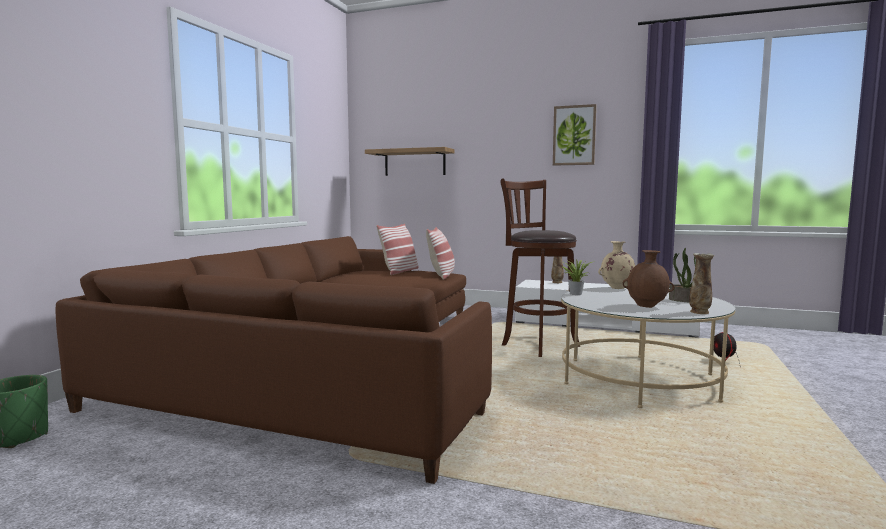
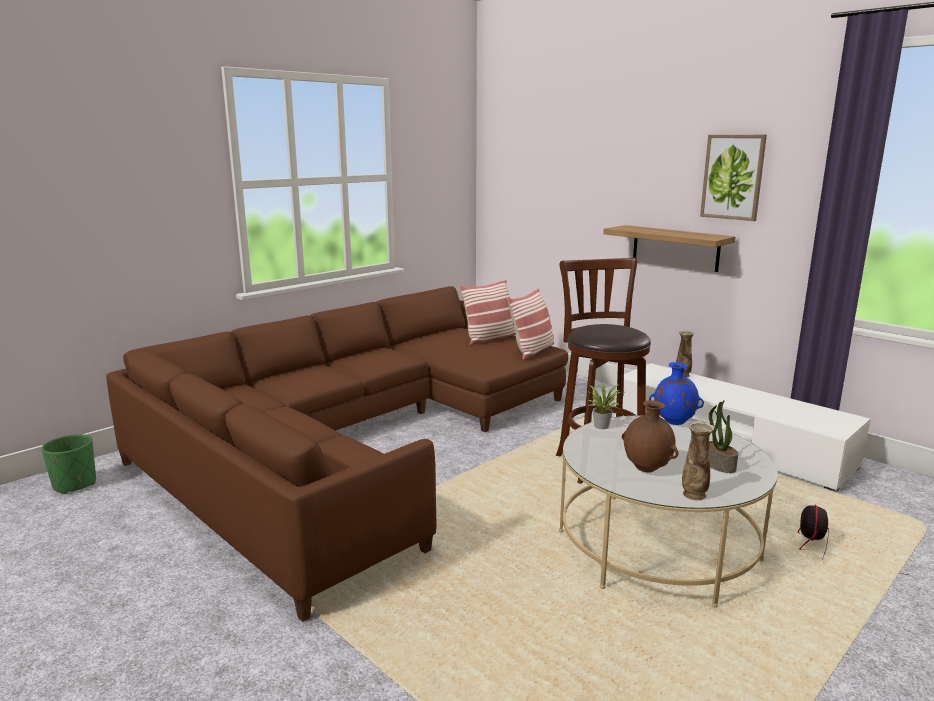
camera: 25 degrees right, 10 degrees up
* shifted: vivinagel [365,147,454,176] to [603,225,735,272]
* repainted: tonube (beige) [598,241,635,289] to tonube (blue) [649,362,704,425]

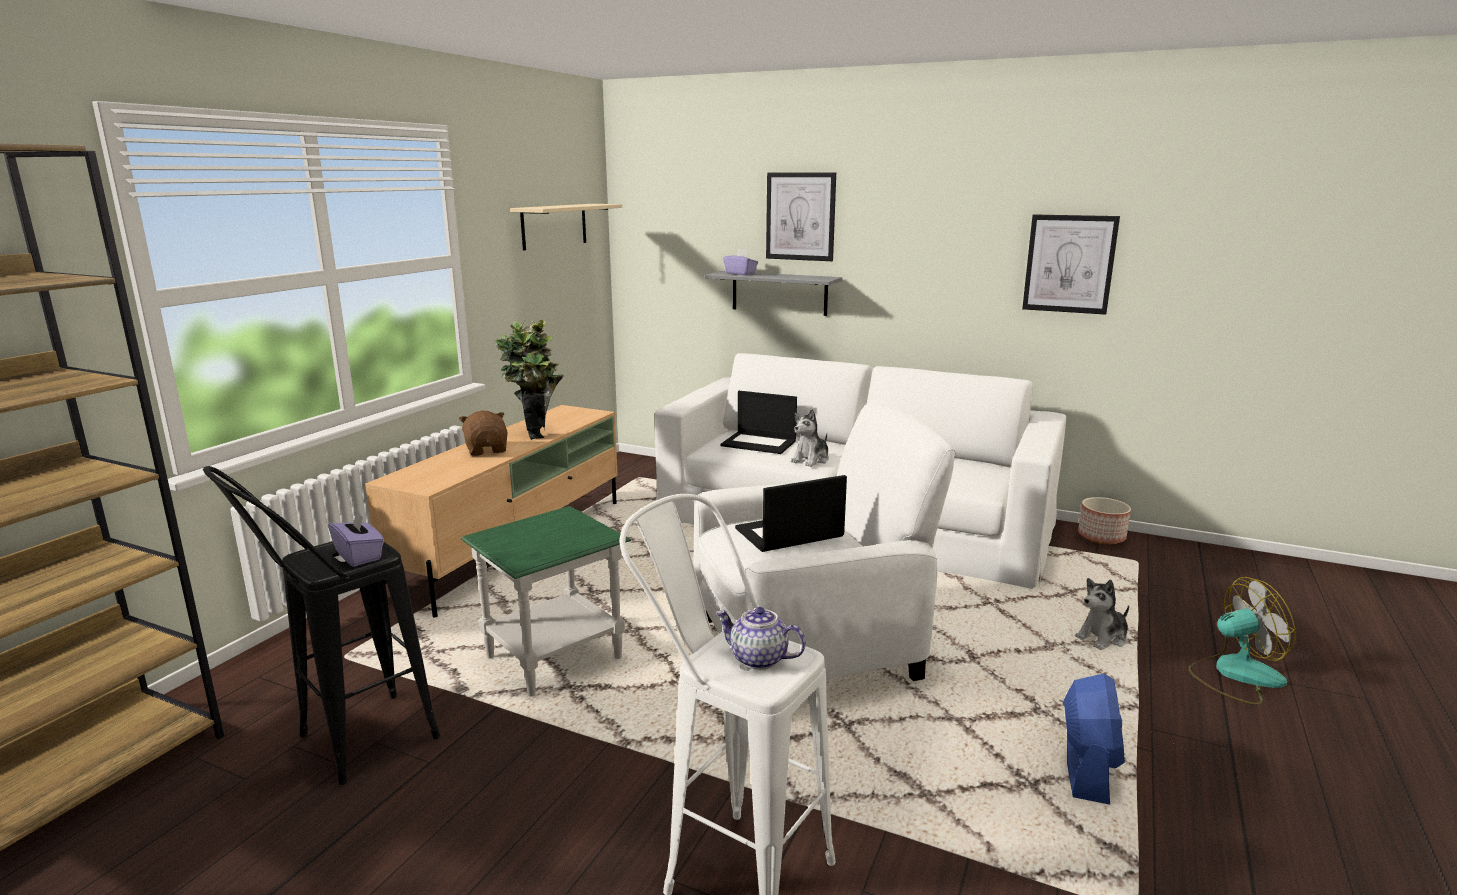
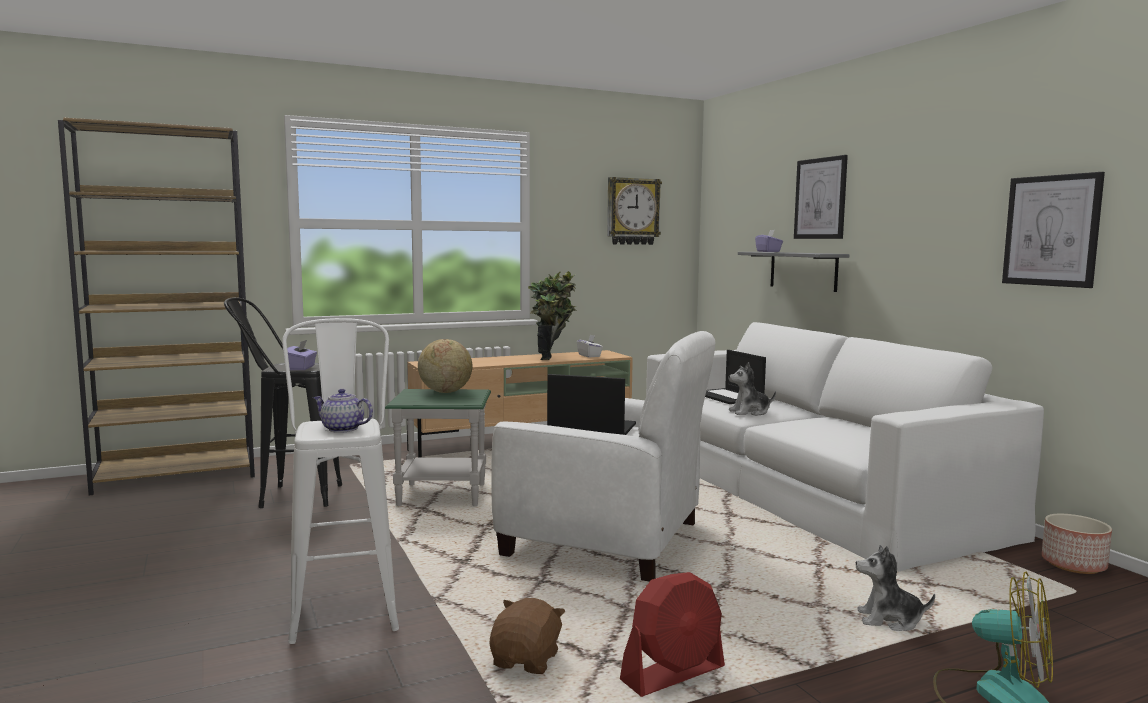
camera: 40 degrees right, 10 degrees down
* rotated: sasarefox [715,607,806,670] = [313,389,373,433] 45 degrees counterclockwise
* new: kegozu [418,339,472,393]
* shifted: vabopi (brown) [459,411,508,456] to [489,598,565,674]
* new: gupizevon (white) [577,334,603,357]
* swapped: vivinagel (beige) [510,204,622,251] to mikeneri [607,177,662,245]
* repainted: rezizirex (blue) [1064,673,1125,805] to rezizirex (red) [620,572,725,697]

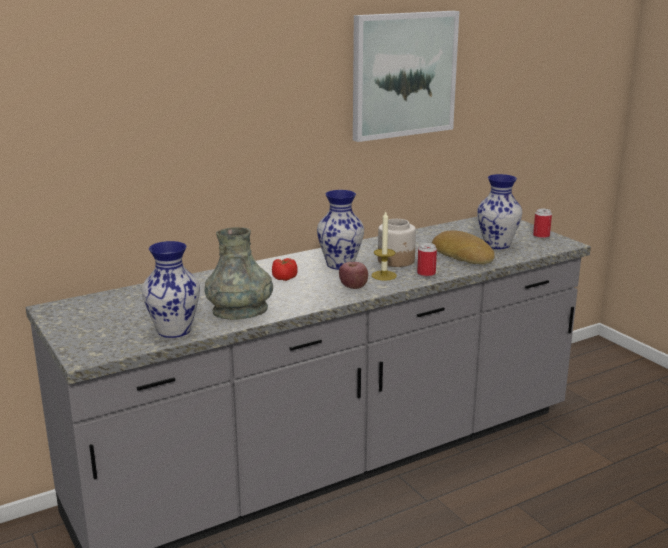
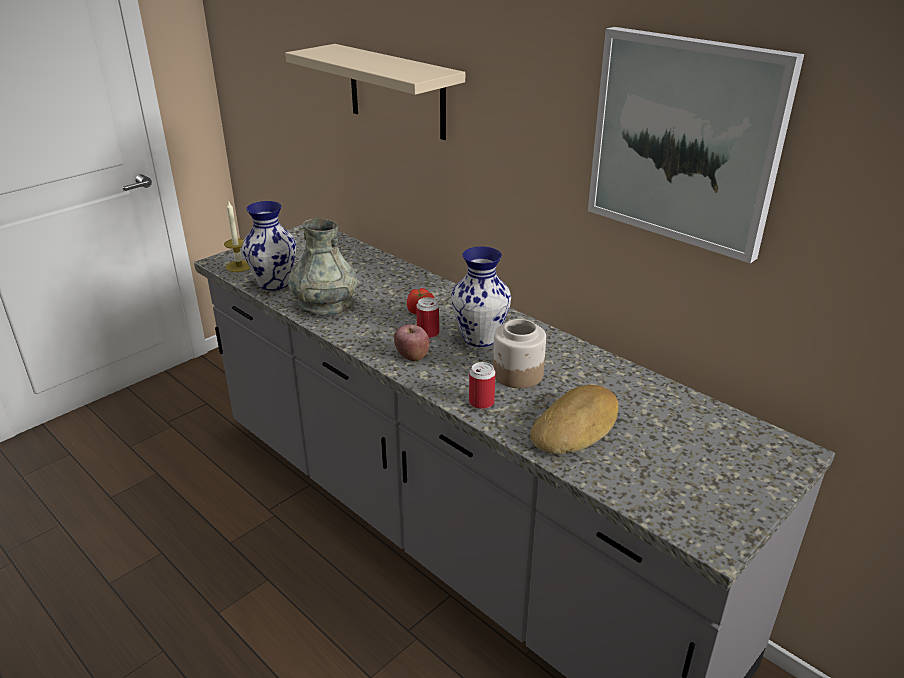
camera: 75 degrees right, 10 degrees up
* shifted: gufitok [372,210,397,281] to [224,200,250,272]
* new: vivinagel (beige) [285,44,465,140]
* shifted: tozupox [533,209,552,238] to [416,297,439,338]
* gone: tonube [477,174,522,249]

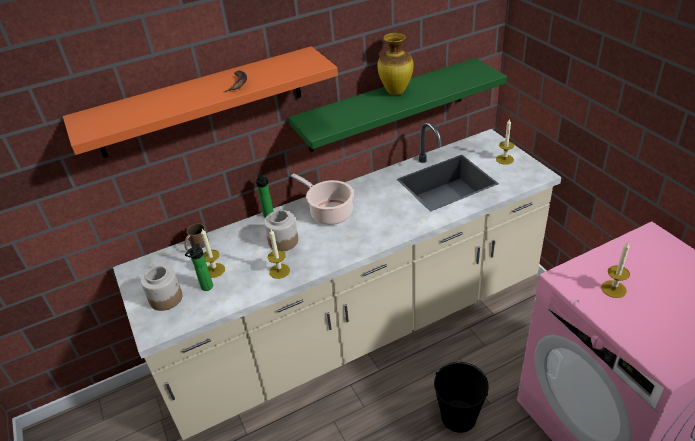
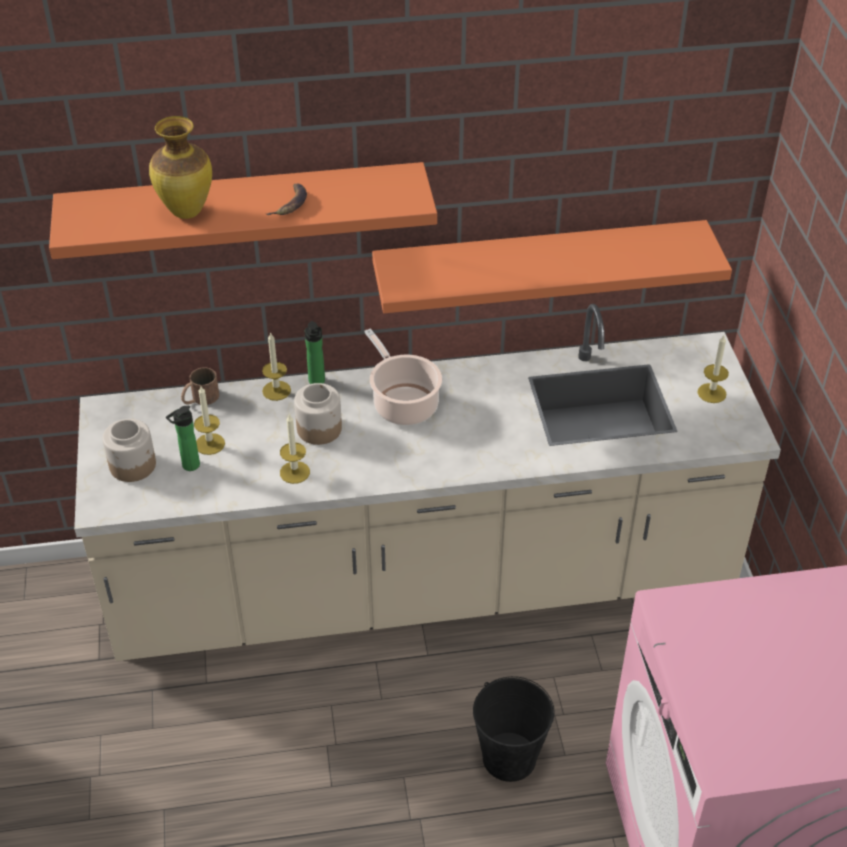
camera: 15 degrees right, 5 degrees up
* shifted: tonube [377,33,414,95] to [149,116,212,219]
* shifted: gufitok [601,242,630,298] to [262,332,291,401]
* repainted: vivinagel (green) [288,58,507,152] to vivinagel (orange) [372,220,732,313]

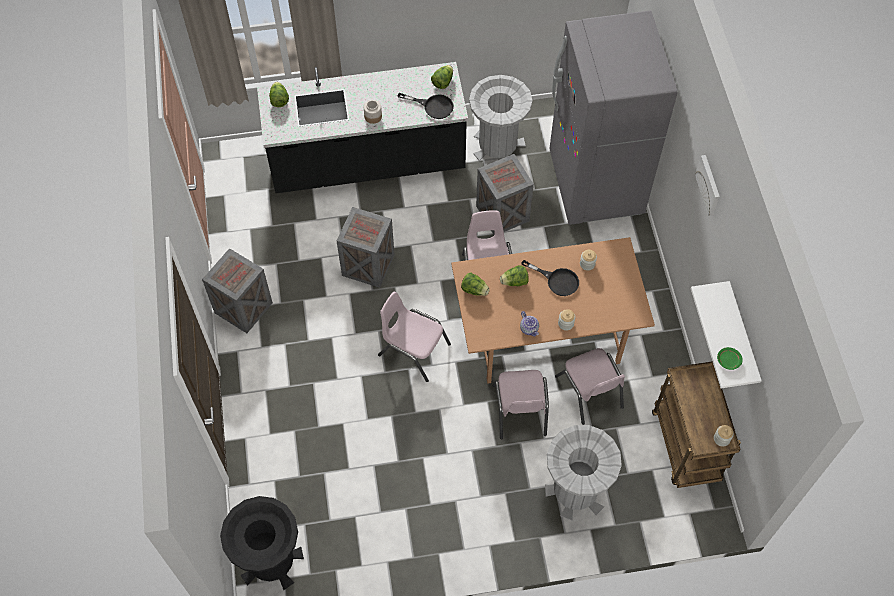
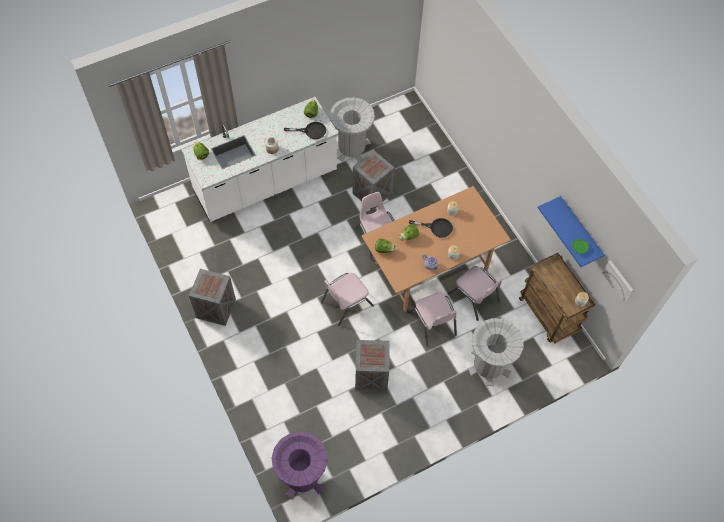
camera: 20 degrees left, 0 degrees up
* repainted: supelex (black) [257,62,468,193] to supelex (white) [181,97,338,222]
* repainted: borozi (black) [220,496,304,590] to borozi (purple) [271,431,327,499]
* rotated: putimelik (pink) [378,292,451,382] = [321,273,374,326] 45 degrees counterclockwise
* shifted: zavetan [337,207,395,288] to [355,340,390,391]
* repainted: vivinagel (white) [691,281,762,388] to vivinagel (blue) [538,196,604,267]
* shifted: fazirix [695,155,720,216] to [602,261,633,302]
* gone: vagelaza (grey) [549,10,677,225]

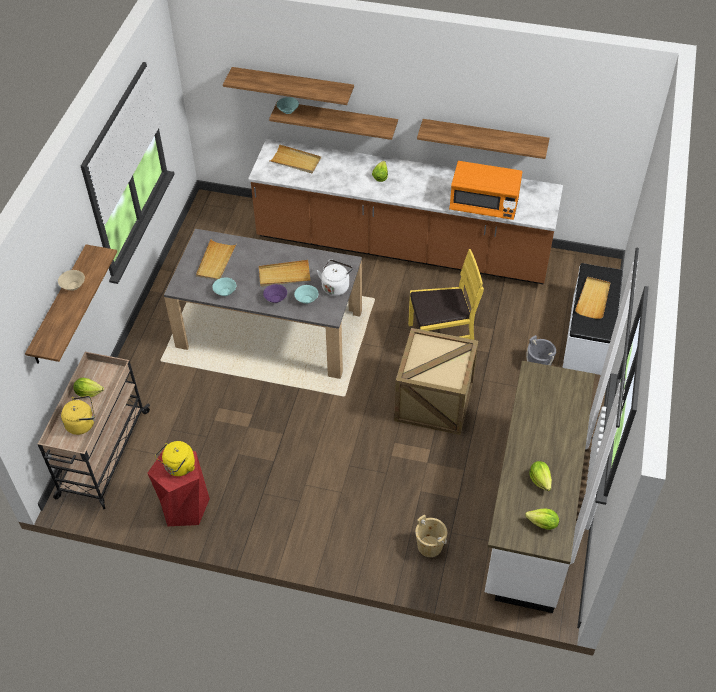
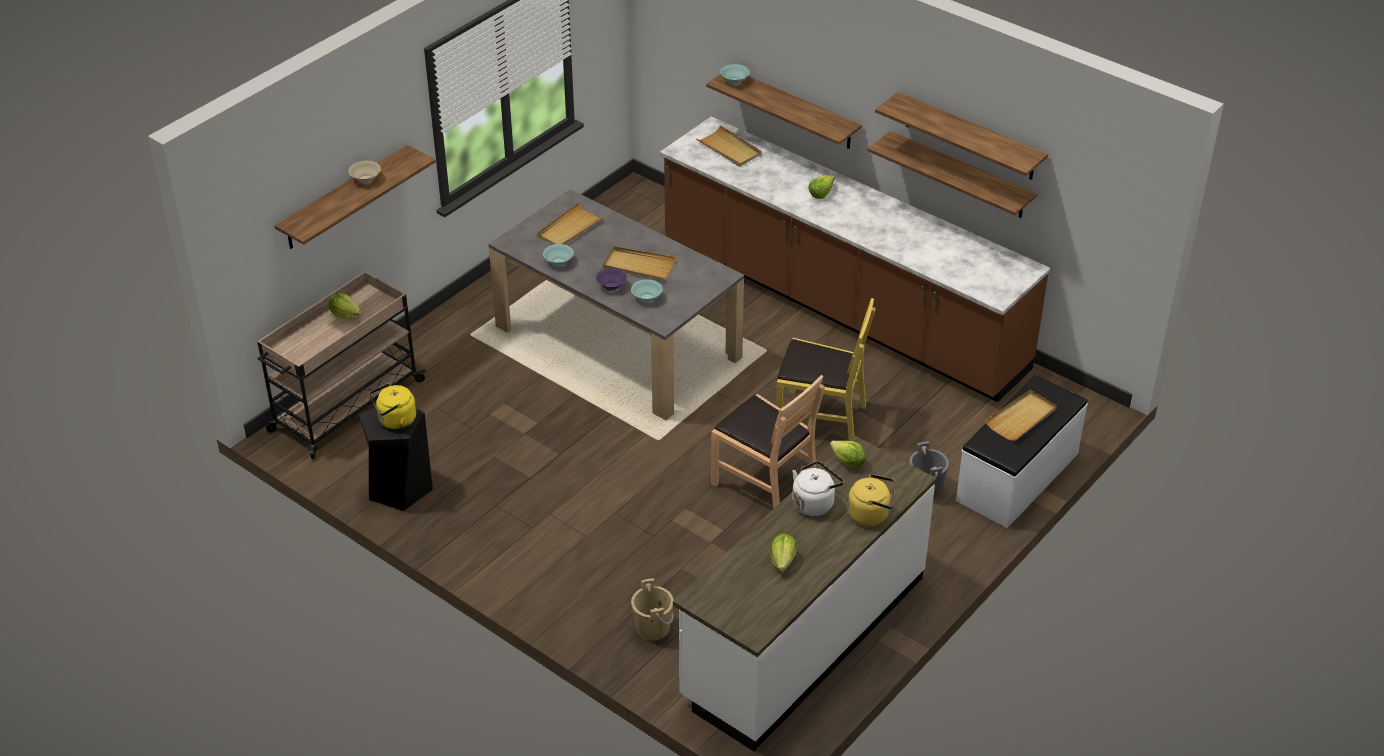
camera: 25 degrees right, 10 degrees down
* repainted: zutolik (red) [148,448,210,526] to zutolik (black) [359,407,433,511]
* swapped: zavetan [394,328,478,435] to putimelik (brown) [711,375,825,509]
* shifted: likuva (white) [317,259,353,296] to [792,461,844,516]
* shifted: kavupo [525,508,559,530] to [830,440,866,467]
* shifted: likuva (yellow) [61,396,95,435] to [848,474,895,526]
* shifted: vivinagel [223,67,354,105] to [875,92,1048,180]
* gone: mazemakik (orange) [449,161,522,220]

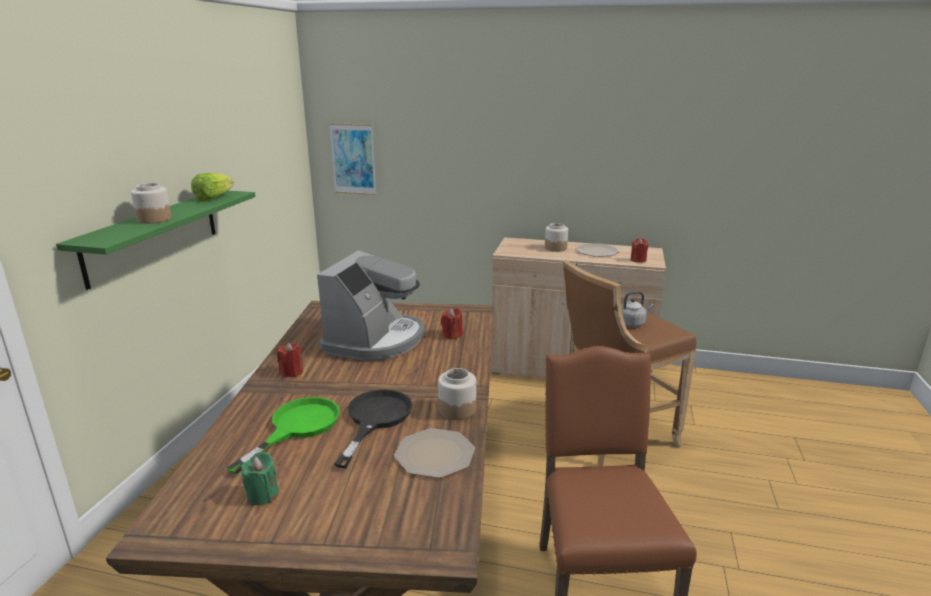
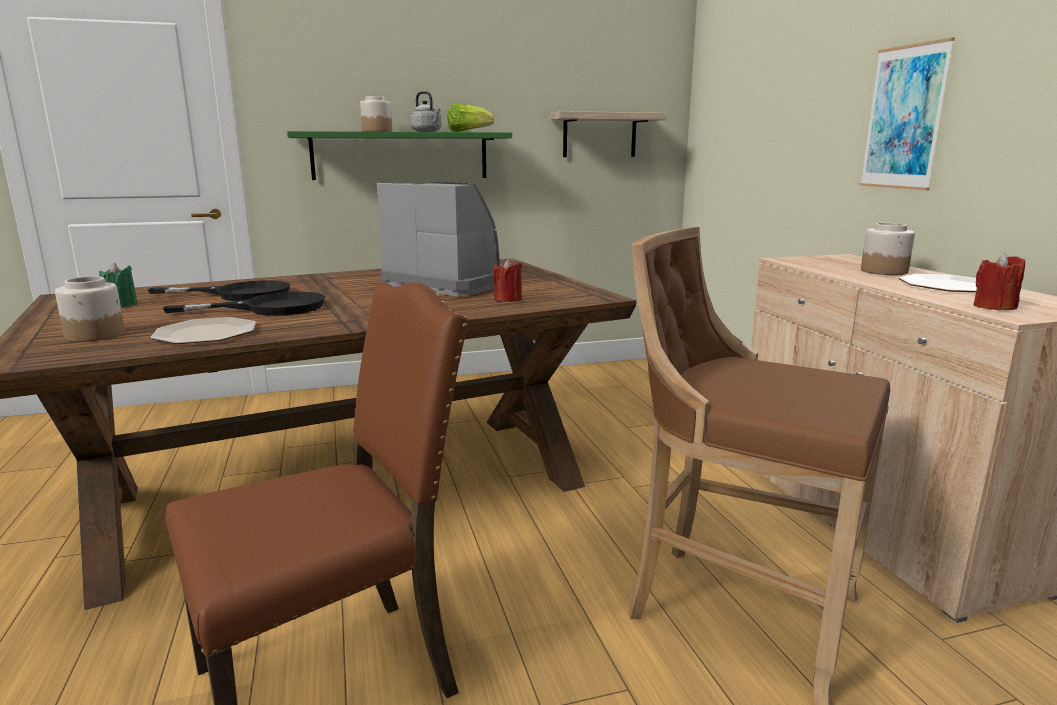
camera: 60 degrees right, 5 degrees down
* shifted: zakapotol [438,368,476,420] to [55,276,125,342]
* repainted: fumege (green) [226,397,340,474] to fumege (black) [148,280,290,301]
* rotated: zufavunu [317,250,424,361] = [377,182,504,297] 135 degrees counterclockwise
* shifted: likuva (grey) [621,291,654,327] to [410,91,441,132]
* new: vivinagel [549,111,666,157]
* shifted: fazirix [329,123,377,195] to [859,37,955,190]
* gone: gufitok (red) [277,342,303,377]

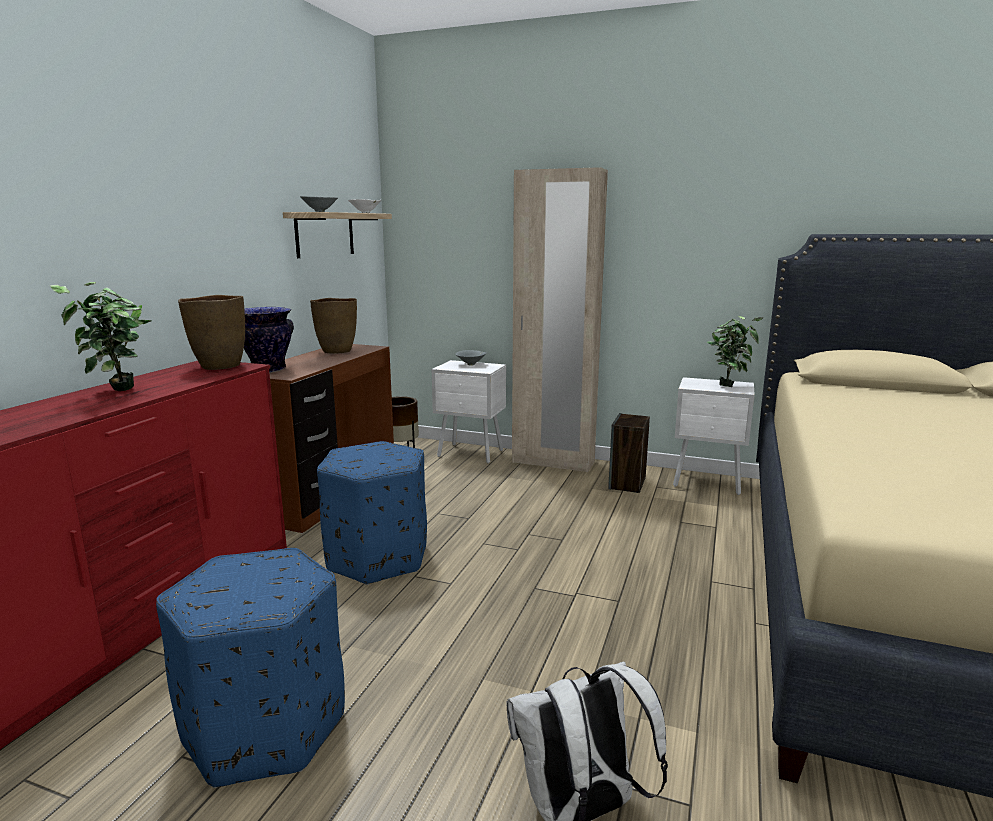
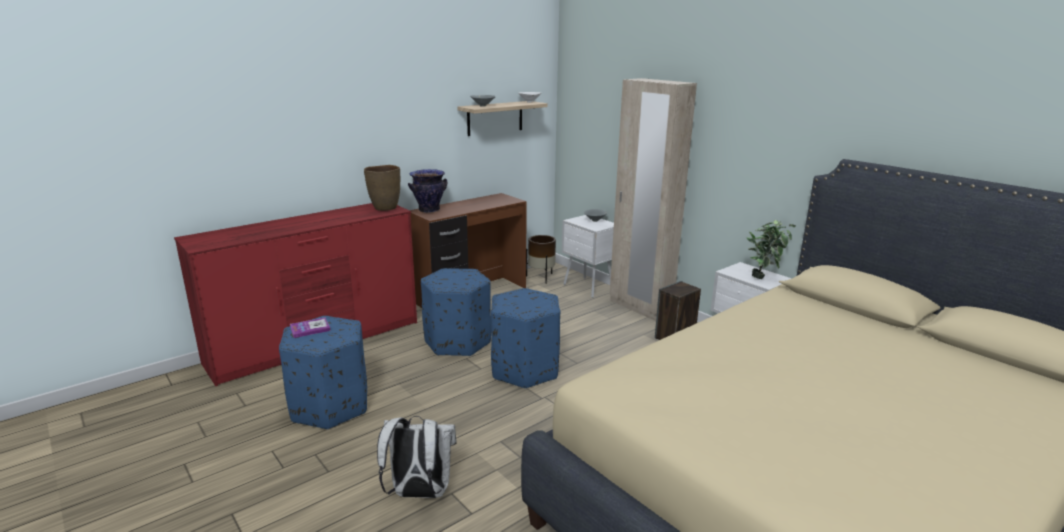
camera: 30 degrees right, 5 degrees up
* new: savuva [290,317,331,338]
* new: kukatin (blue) [491,288,560,389]
* gone: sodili [49,282,152,391]
* gone: tonube (brown) [310,298,357,353]

